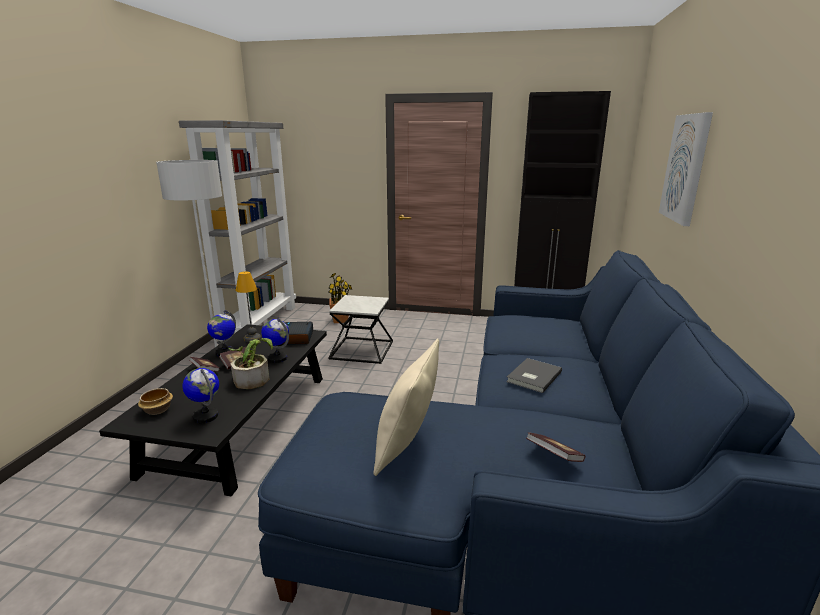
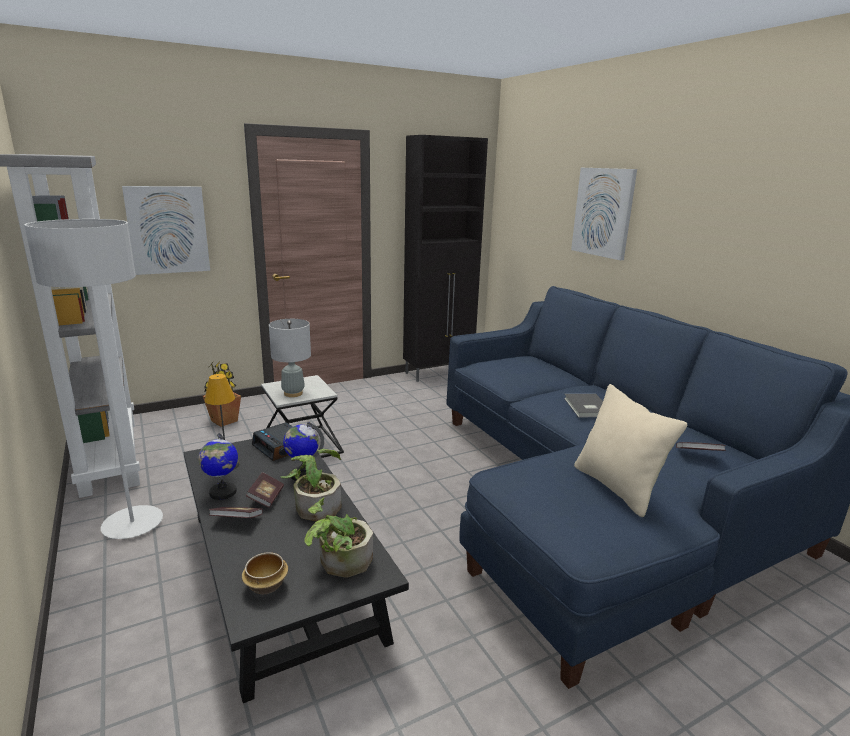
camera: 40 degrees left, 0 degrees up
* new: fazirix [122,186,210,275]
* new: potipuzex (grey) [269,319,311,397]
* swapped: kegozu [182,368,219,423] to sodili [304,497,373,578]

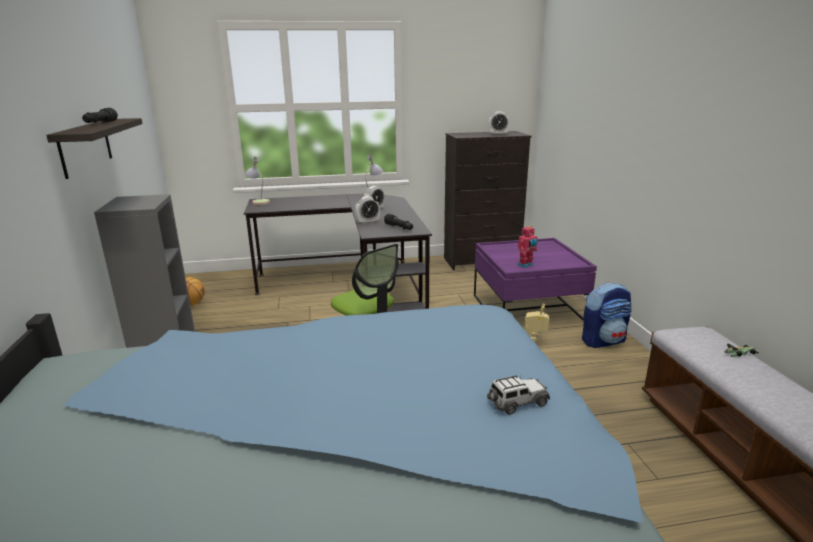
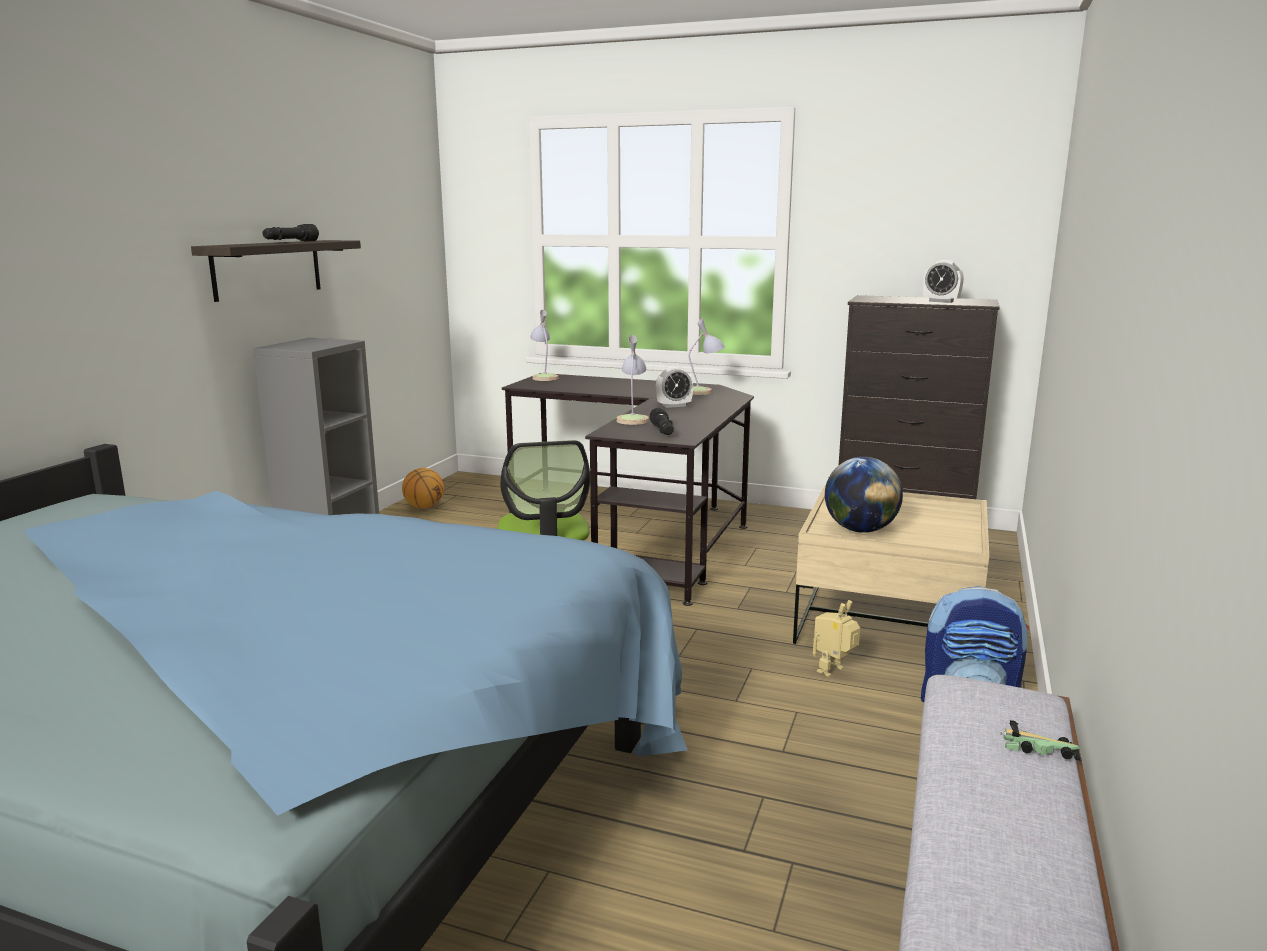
camera: 30 degrees right, 5 degrees down
* swapped: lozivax [355,196,380,225] to potipuzex [617,335,649,425]
* repainted: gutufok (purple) [474,238,597,321] to gutufok (beige) [793,485,989,644]
* swapped: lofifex [517,226,538,268] to kegozu [825,457,903,533]
* gone: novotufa [487,373,550,415]

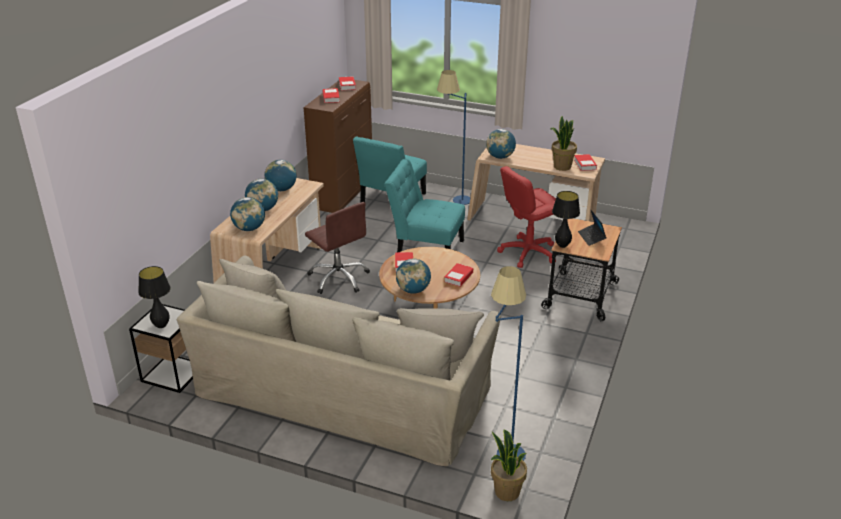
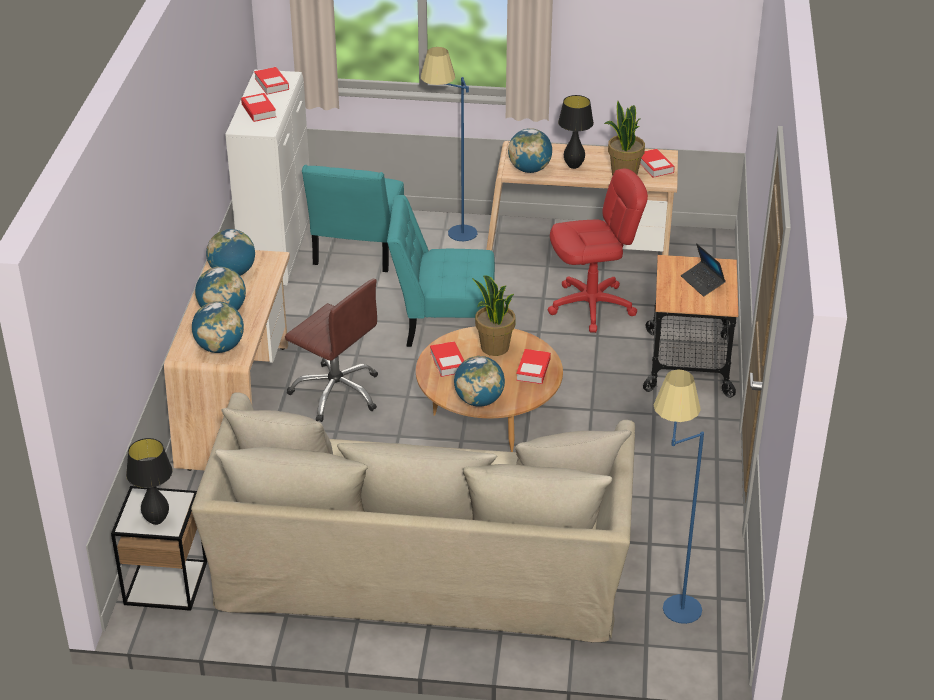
camera: 15 degrees left, 5 degrees up
* repainted: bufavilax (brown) [304,80,372,213] to bufavilax (white) [225,70,309,286]
* shifted: sodili [491,430,527,501] to [472,276,516,356]
* rotated: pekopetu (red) [497,166,556,268] = [548,169,648,333] 150 degrees counterclockwise
* shifted: potipuzex (black) [552,191,580,248] to [558,95,594,169]

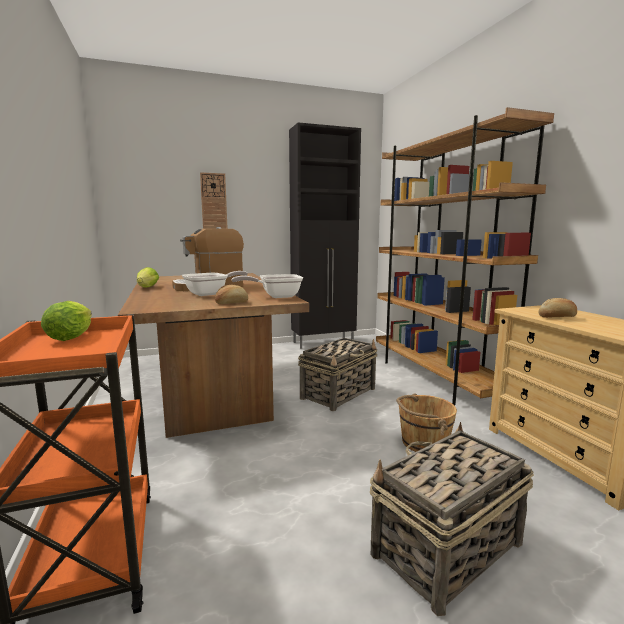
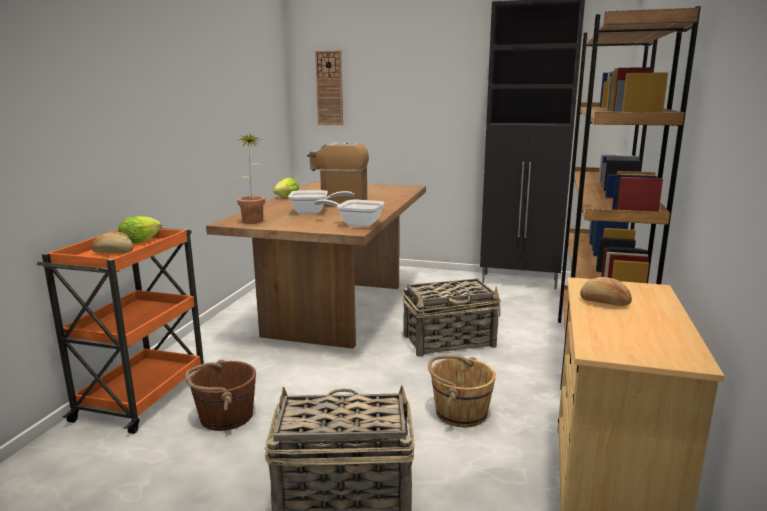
camera: 35 degrees right, 5 degrees up
* shifted: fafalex [215,285,248,304] to [92,232,133,254]
* new: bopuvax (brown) [185,360,256,431]
* new: sodili [236,133,266,224]
* shifted: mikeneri [200,172,228,229] to [315,50,343,125]

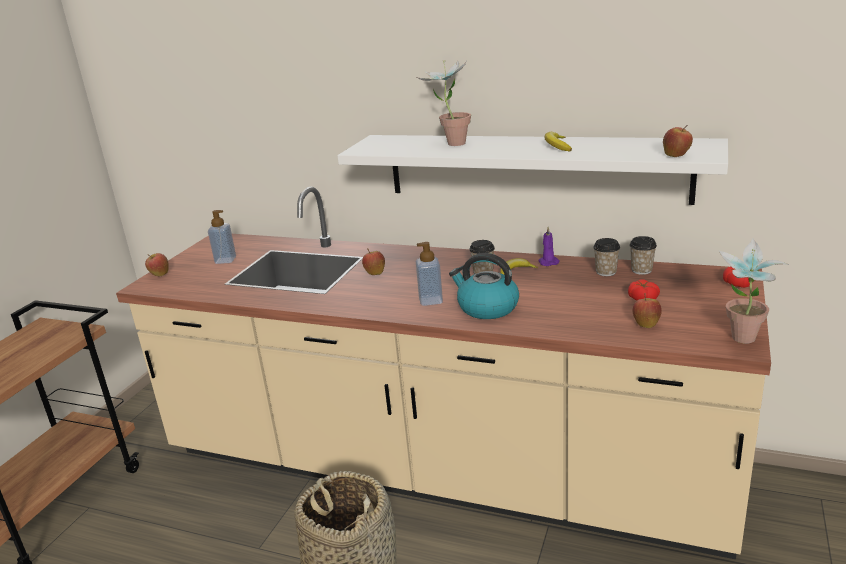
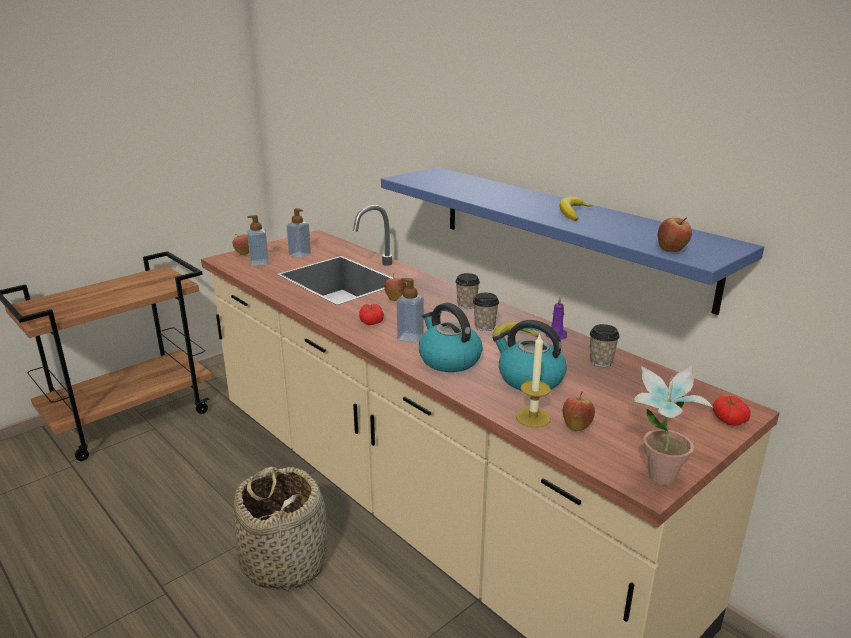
camera: 25 degrees right, 0 degrees up
* new: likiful [247,215,269,266]
* shifted: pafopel [628,279,660,301] to [359,304,384,325]
* repainted: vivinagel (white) [337,135,728,205] to vivinagel (blue) [381,167,764,315]
* shifted: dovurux [629,236,657,275] to [455,273,480,309]
* new: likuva [493,320,567,390]
* new: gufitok [516,334,551,427]
* gone: sodili [417,60,471,146]

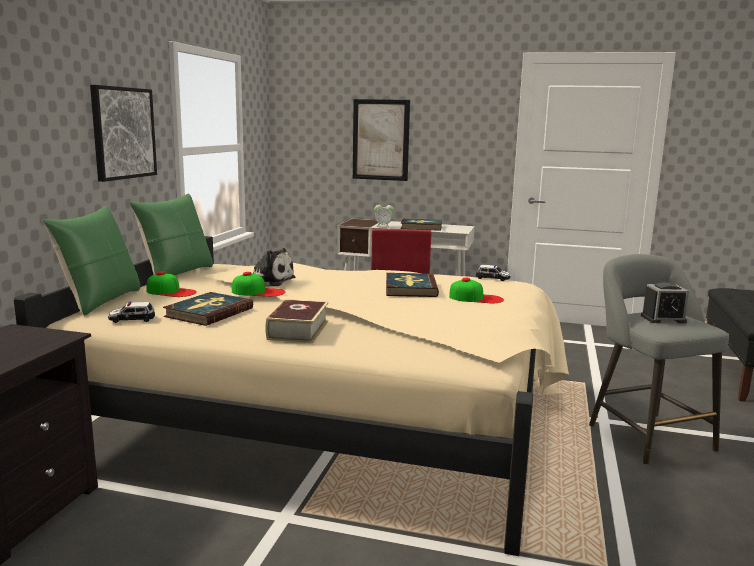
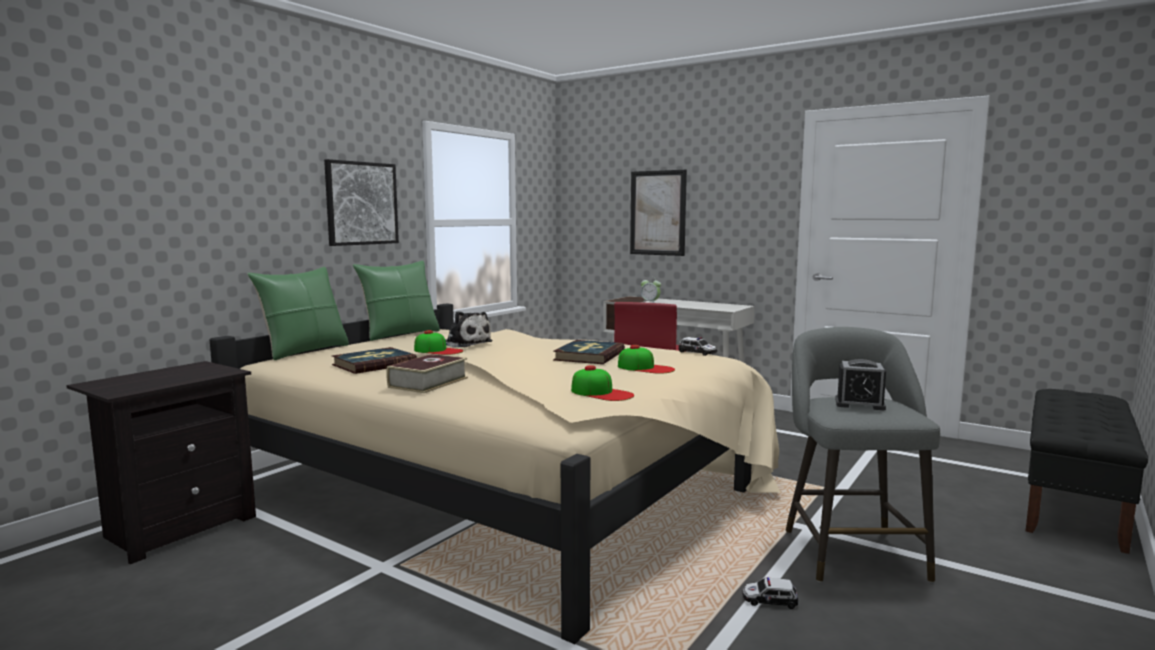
camera: 20 degrees right, 5 degrees down
* shifted: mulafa [146,271,197,297] to [571,365,634,401]
* shifted: novotufa [108,301,155,323] to [742,577,798,609]
* gone: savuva [401,218,442,231]

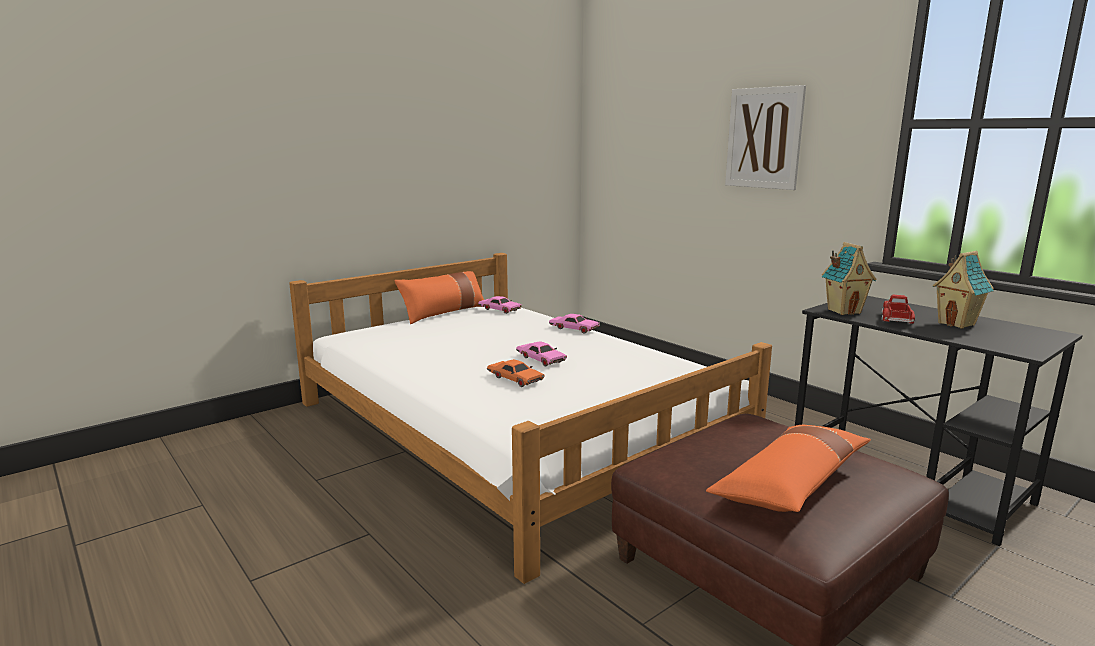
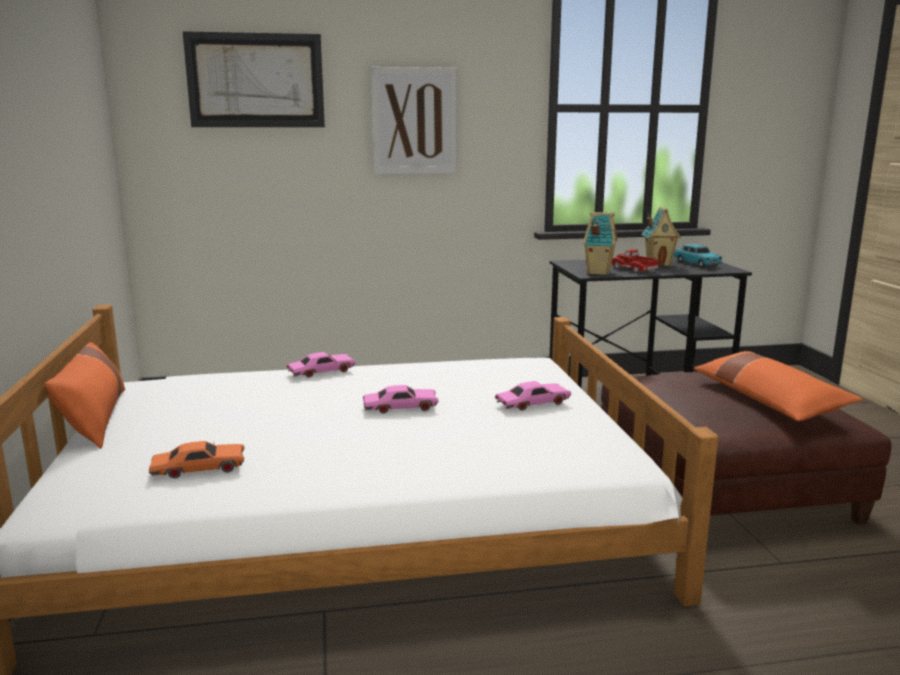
camera: 60 degrees left, 0 degrees up
* shifted: novotufa (orange) [487,359,545,387] to [149,441,244,478]
* new: fazirix [183,31,325,127]
* shifted: novotufa (pink) [478,296,522,314] to [495,381,571,411]
* new: novotufa (turquoise) [673,244,723,268]

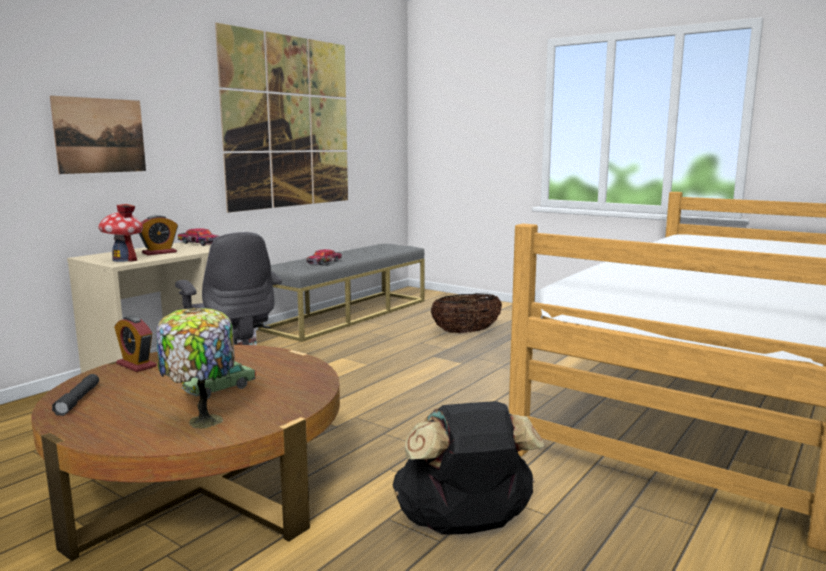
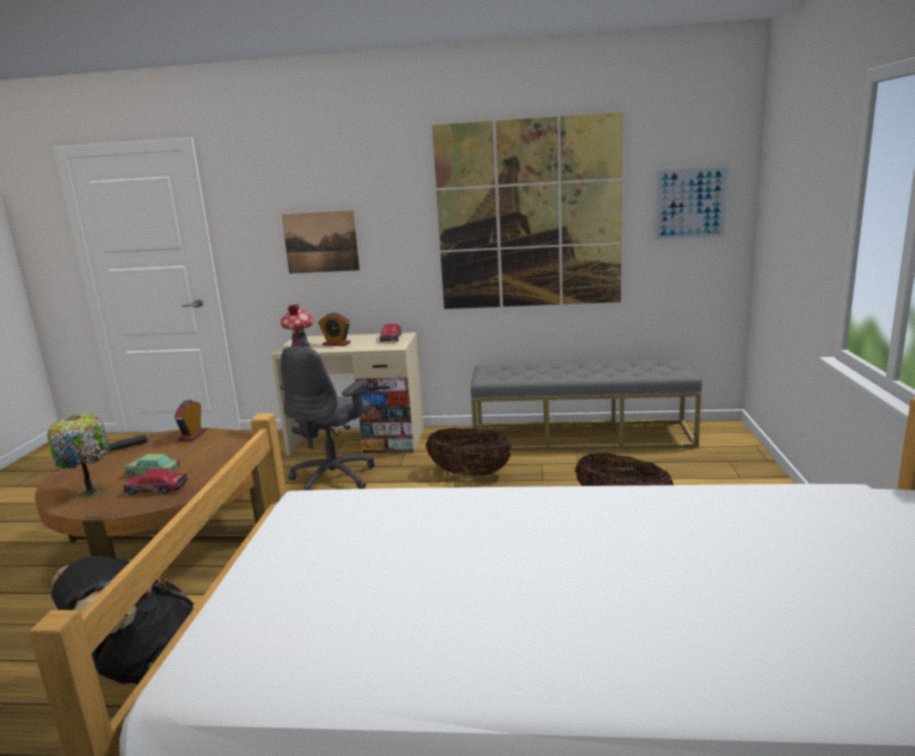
camera: 60 degrees right, 5 degrees up
* shifted: novotufa [306,249,342,265] to [123,469,188,495]
* new: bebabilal [426,428,512,476]
* new: fazirix [654,165,729,241]

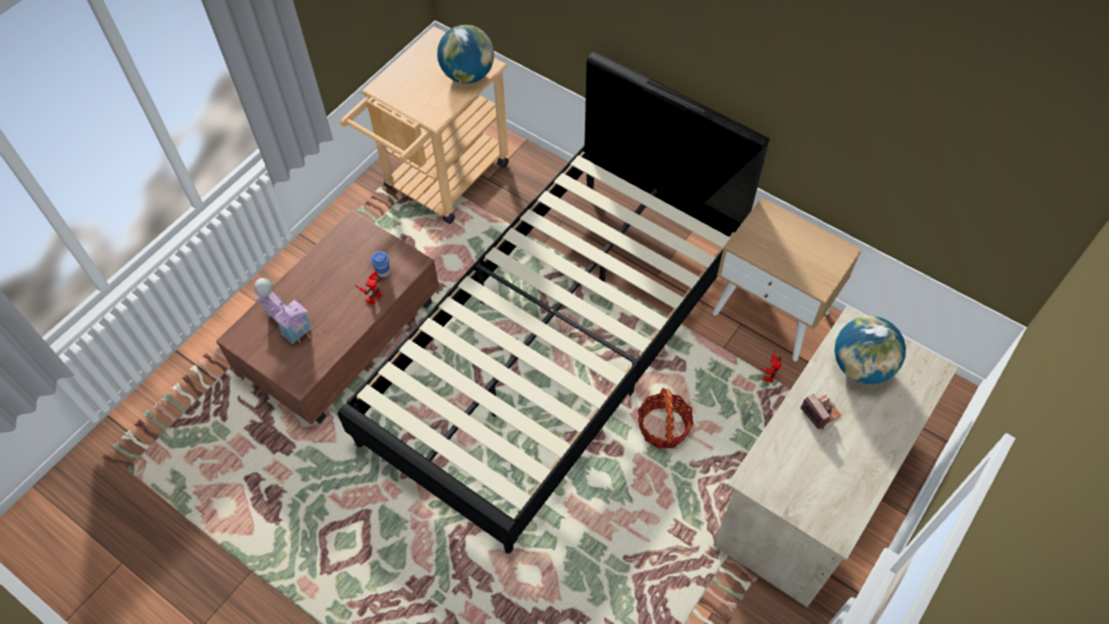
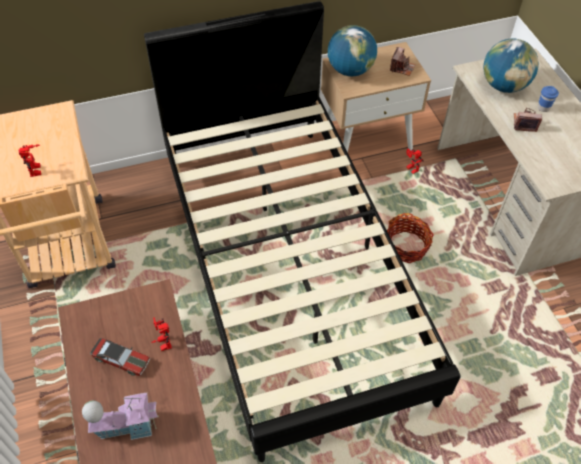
camera: 55 degrees left, 5 degrees down
* new: lofifex [19,144,41,177]
* new: novotufa [90,338,150,376]
* shifted: kegozu [437,25,494,84] to [328,25,377,76]
* new: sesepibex [390,47,416,76]
* shifted: dovurux (blue) [371,251,390,277] to [538,86,559,112]

